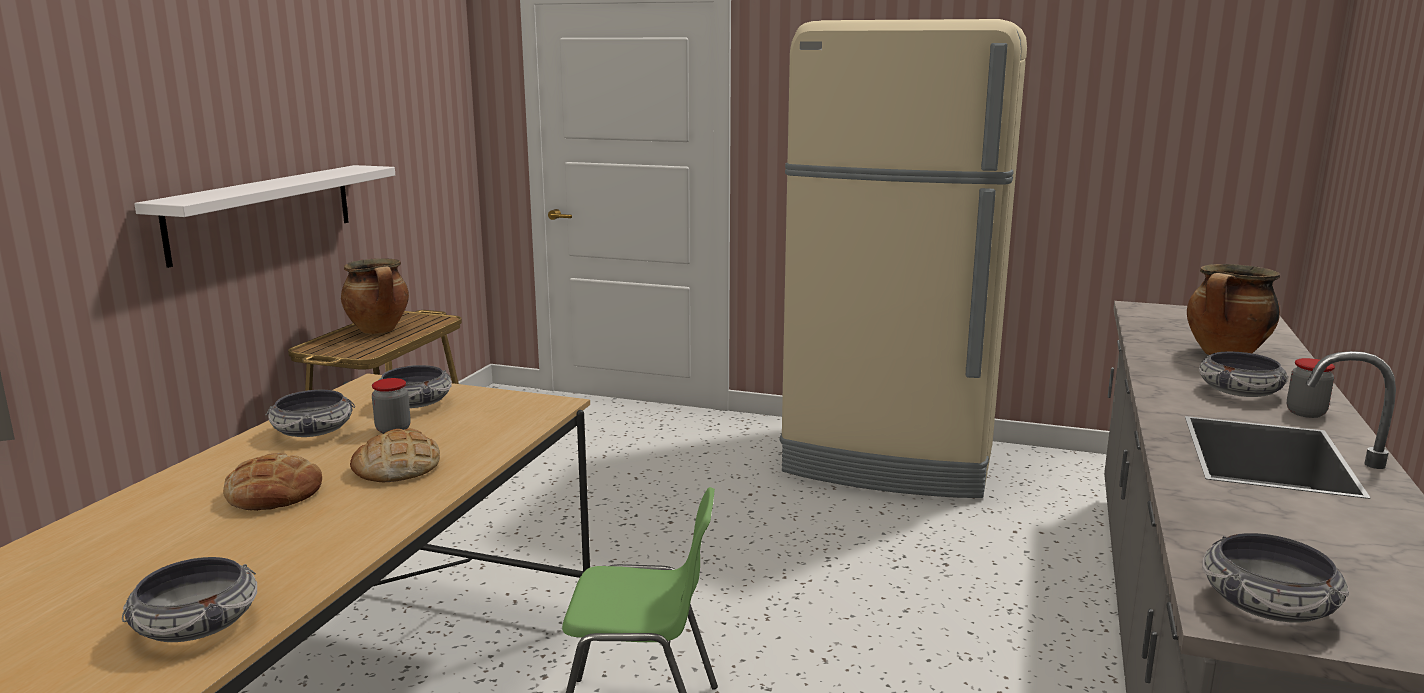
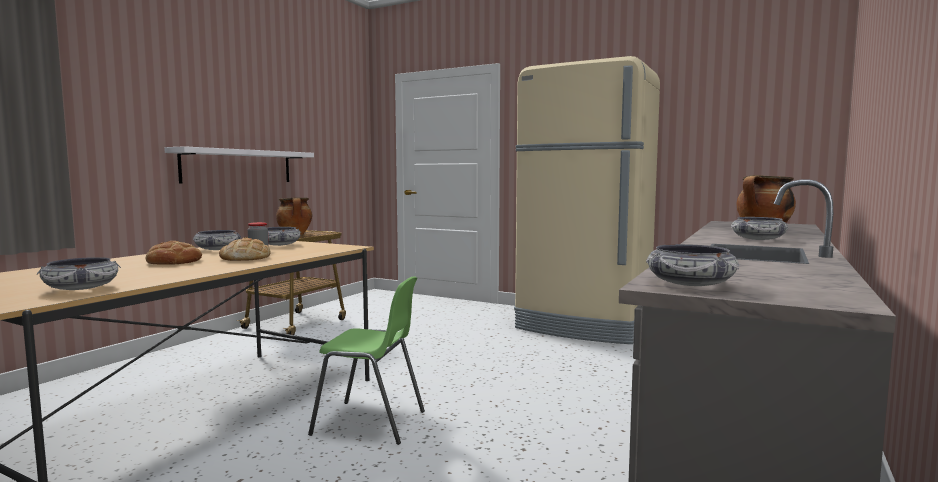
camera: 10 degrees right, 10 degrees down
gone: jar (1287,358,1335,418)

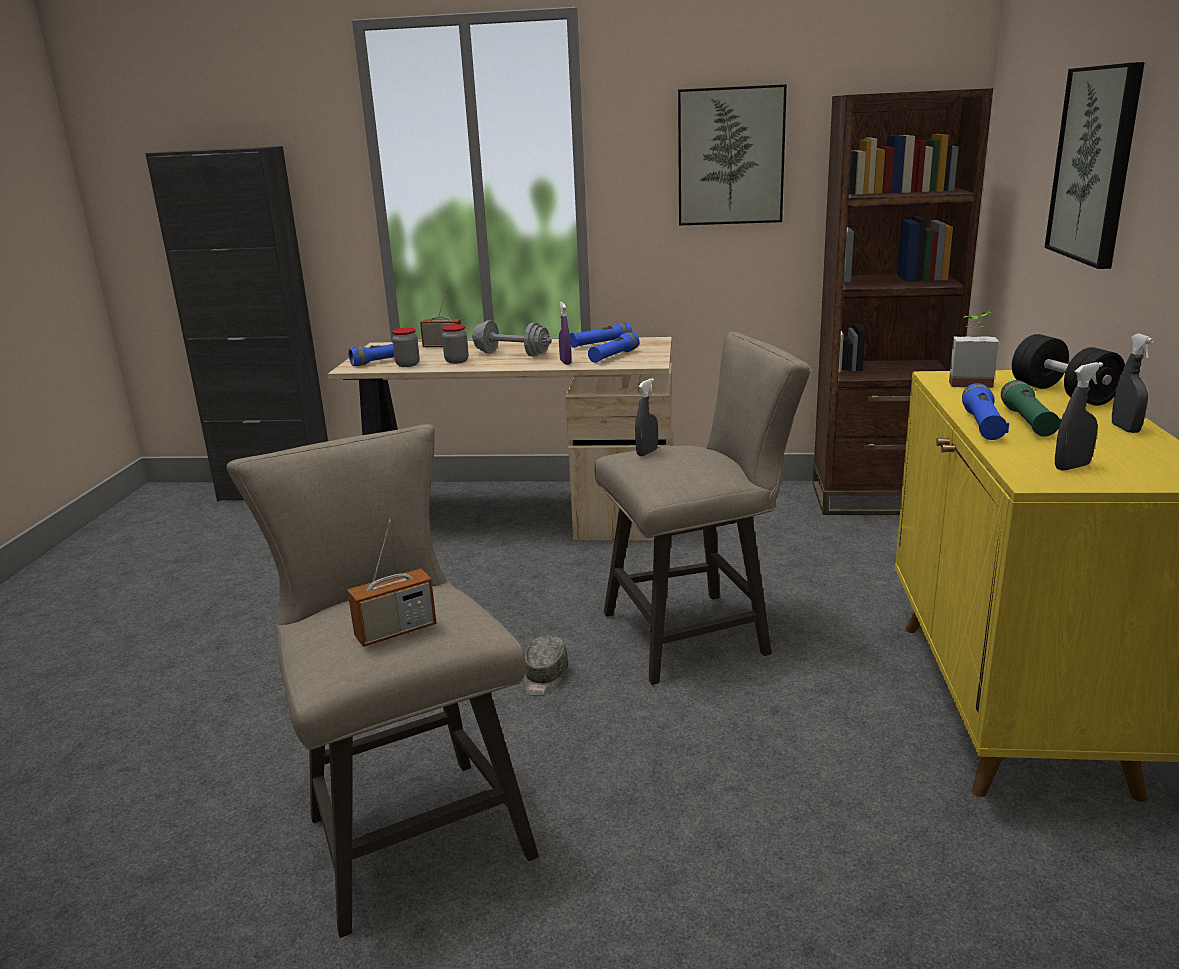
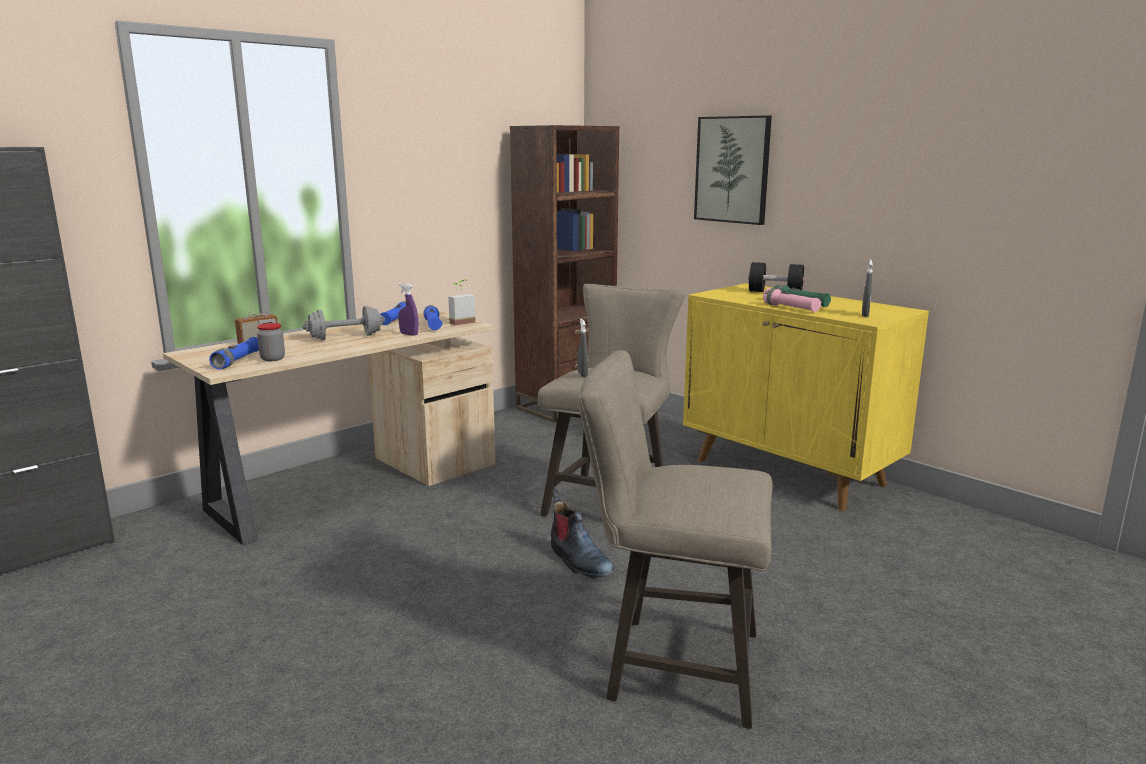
camera: 50 degrees left, 5 degrees down
gone: radio (347,520,437,647); jar (442,324,469,364); picture (678,84,787,226); grey spray bottle (1112,334,1154,433)
shifted: potted plant (949,312,999,388) to (448,279,476,326)
swapped: grey cap (523,635,568,696) to boot (551,489,614,579)
repainted: blue flashlight (962,383,1009,440) to pink flashlight (763,288,821,312)

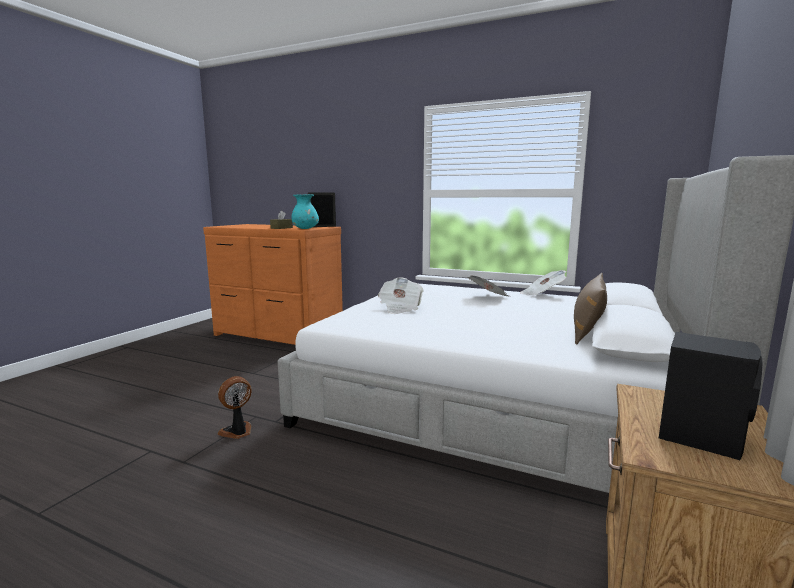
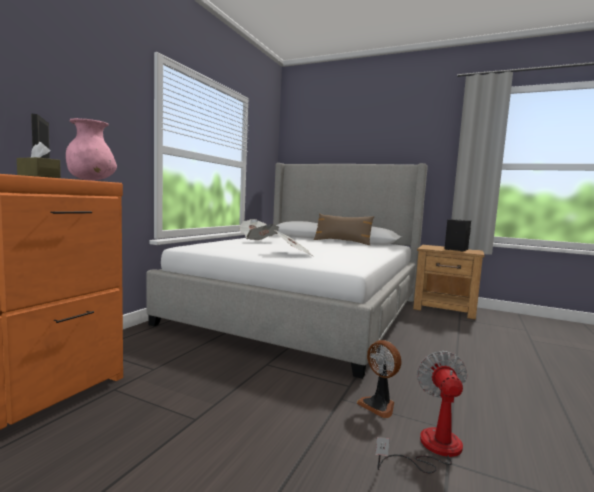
camera: 90 degrees left, 5 degrees down
new: fan (376,351,467,473)
repainted: turquoise vase (291,194,319,229) to pink vase (66,118,117,181)

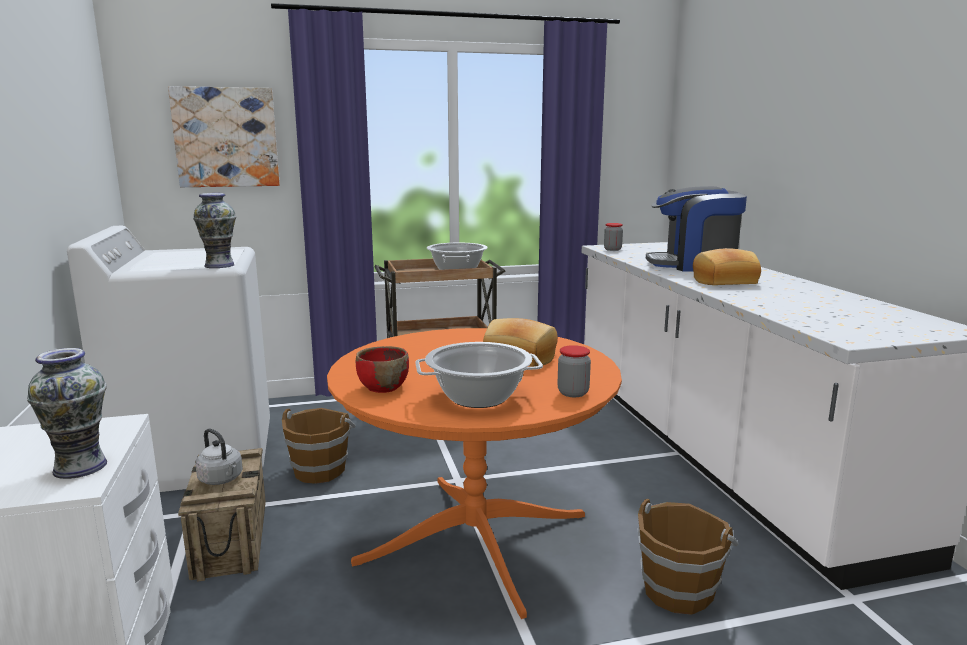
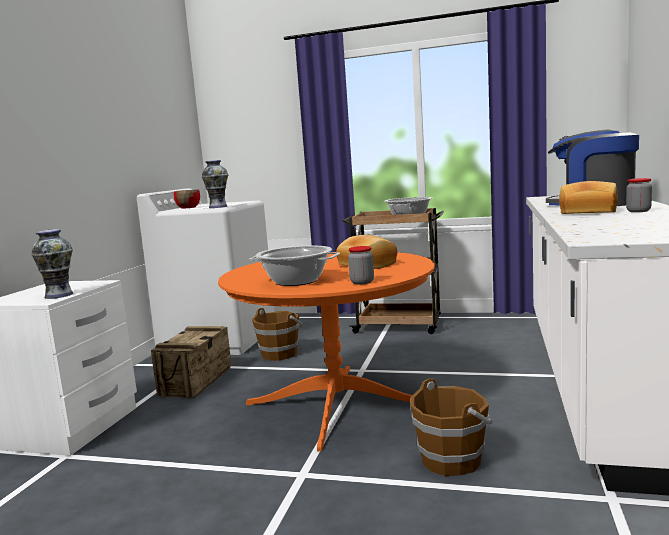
camera: 30 degrees right, 5 degrees down
gone: picture (168,86,280,187); grey kettle (195,429,243,485)
shifted: red bowl (356,346,409,393) to (174,189,200,209); jar (604,223,623,251) to (626,178,652,212)

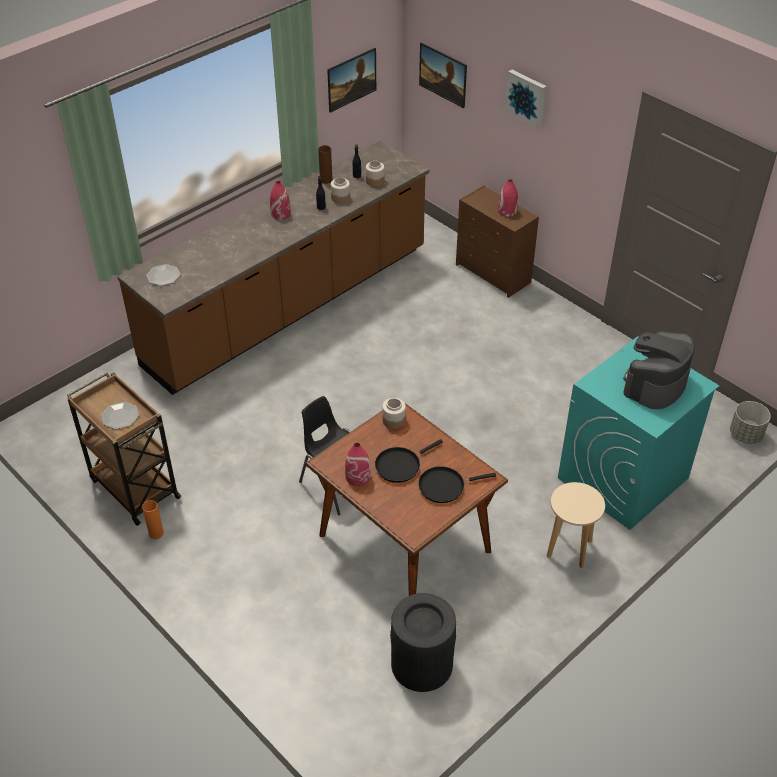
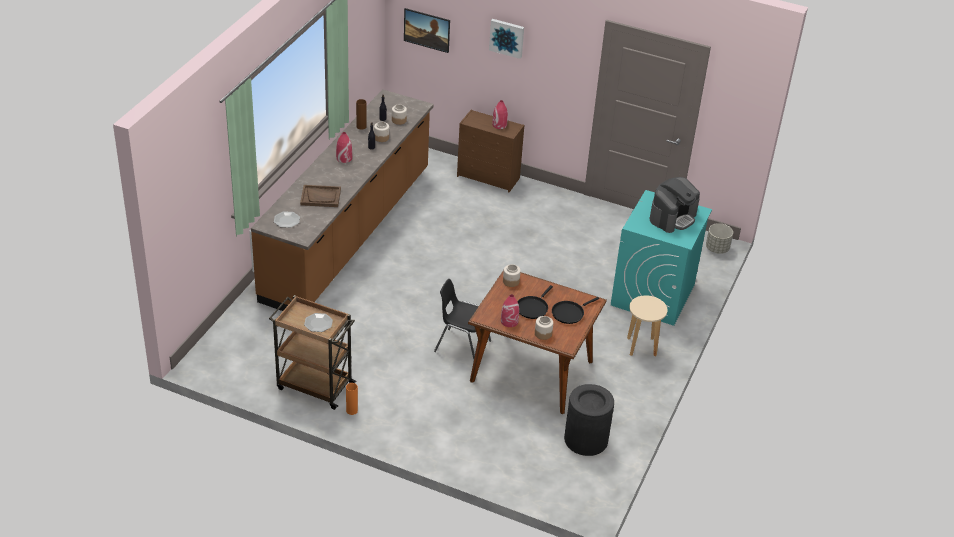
camera: 25 degrees left, 5 degrees down
gone: picture (327,48,376,113)
new: brown tray (300,185,341,207); jar (535,316,553,340)
rotated: coffee machine (623,331,695,409) = (650,177,700,233) 150 degrees counterclockwise

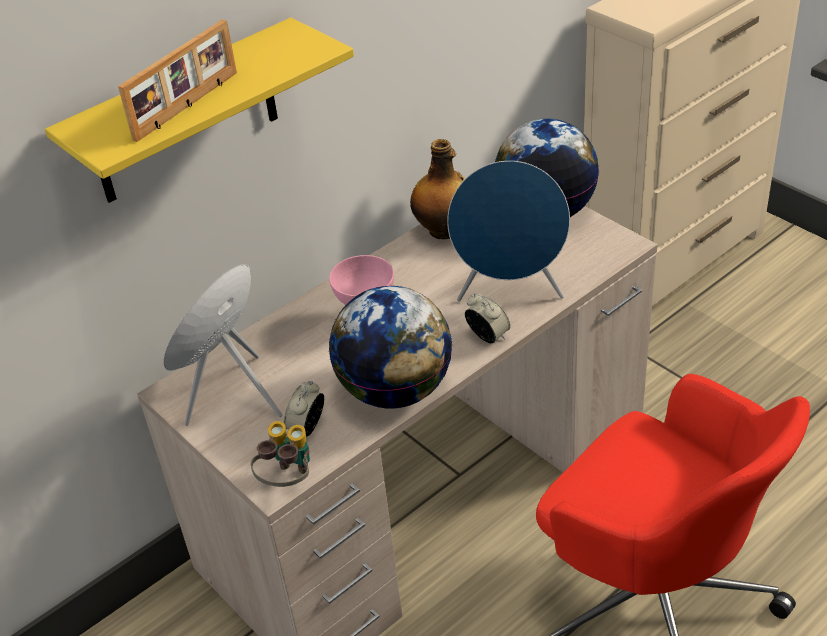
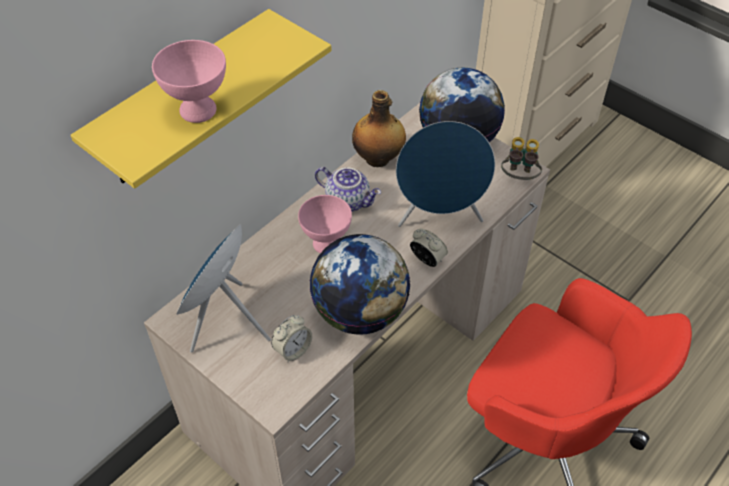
camera: 10 degrees left, 10 degrees up
new: teapot (315,167,381,212)
shifted: binoculars (251,421,310,487) to (501,137,542,180)
swapped: picture frame (118,20,237,142) to pink bowl (152,40,226,123)
rotated: alarm clock (283,381,324,436) = (271,315,312,362) 150 degrees counterclockwise

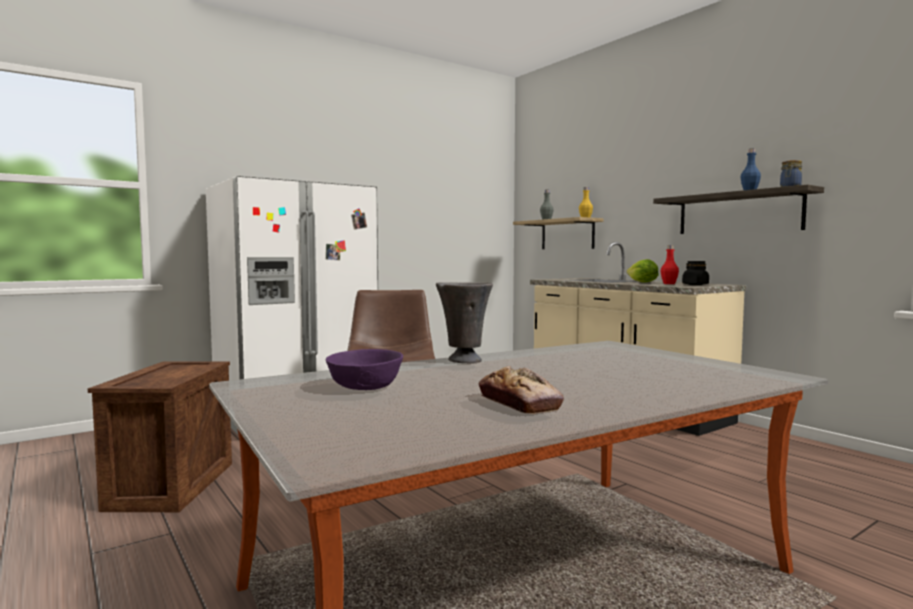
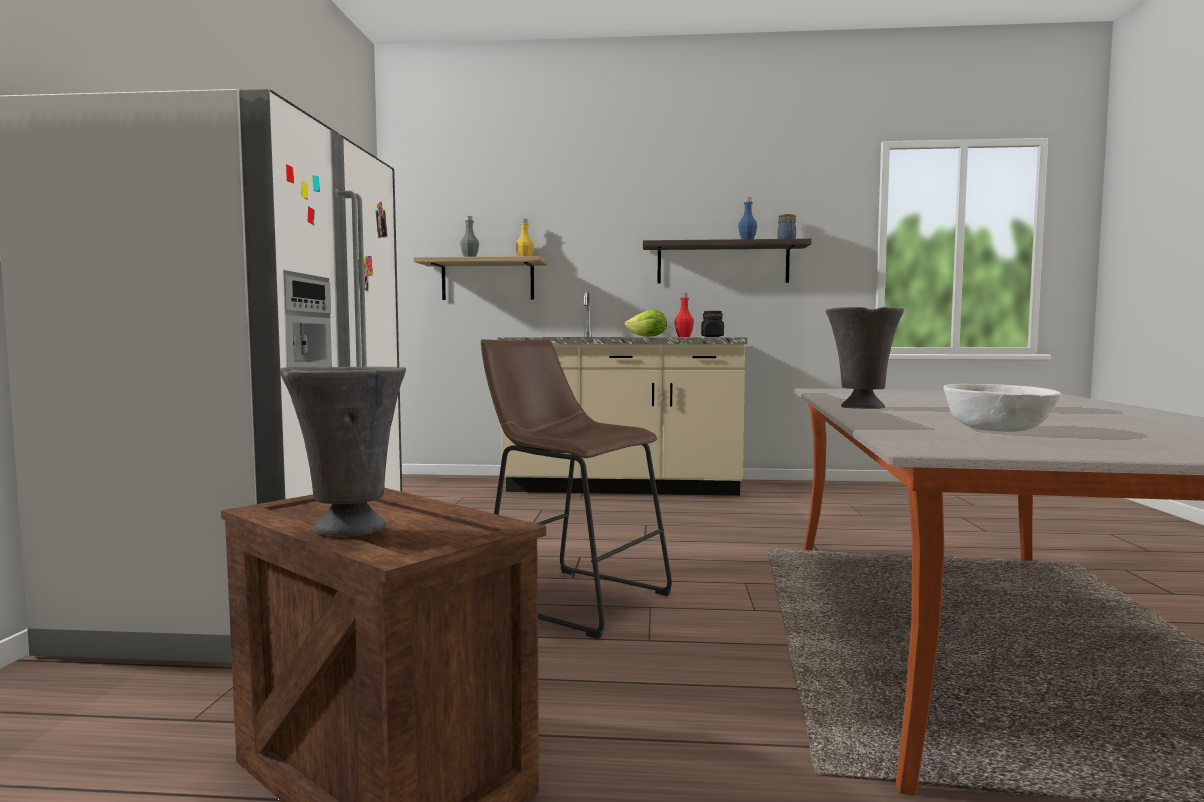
camera: 50 degrees left, 0 degrees up
gone: bread (479,366,564,414)
new: grey vase (280,366,406,536)
repainted: purple bowl (326,349,403,390) to white bowl (943,384,1061,432)

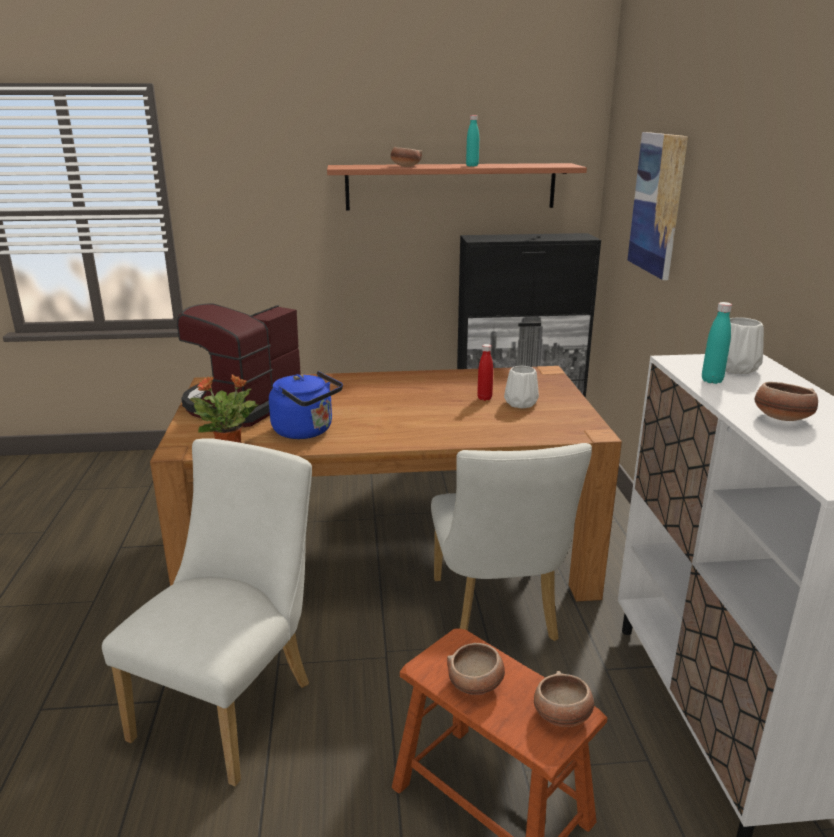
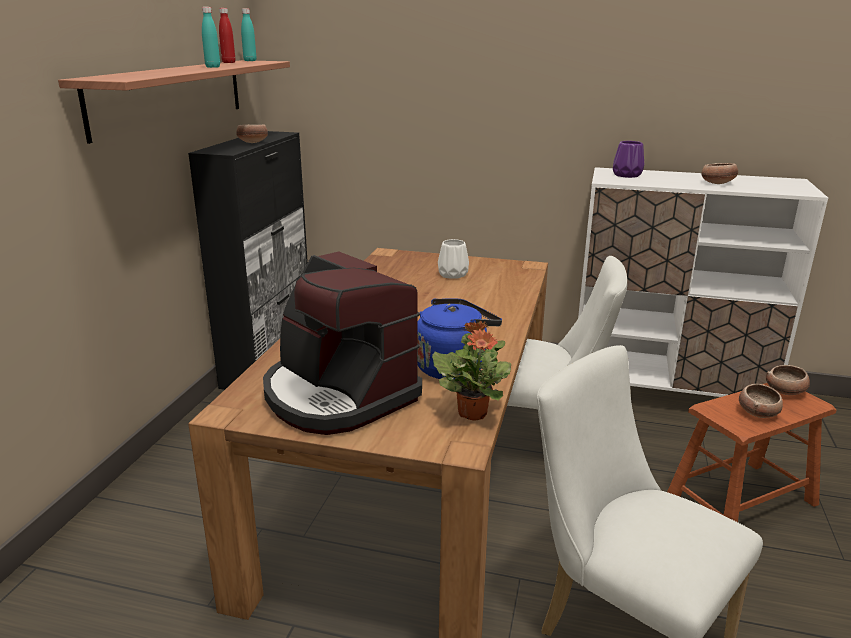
camera: 70 degrees left, 0 degrees up
gone: picture (627,132,688,280)
shifted: bowl (390,147,422,167) to (236,125,268,143); red bottle (477,344,493,401) to (219,8,235,63); turquoise bottle (702,302,732,384) to (241,8,257,61)
repainted: white vase (725,317,764,374) to purple vase (613,141,644,178)

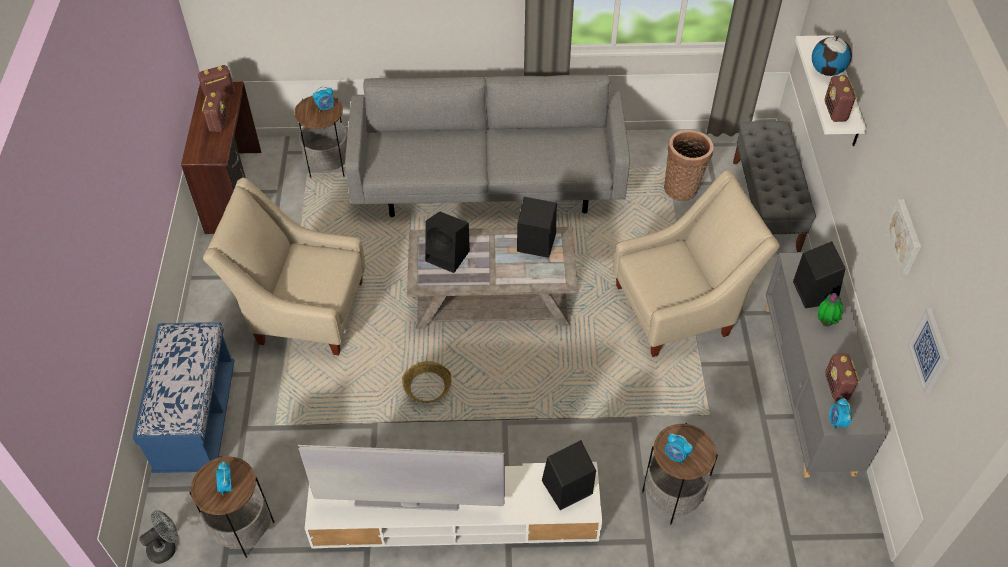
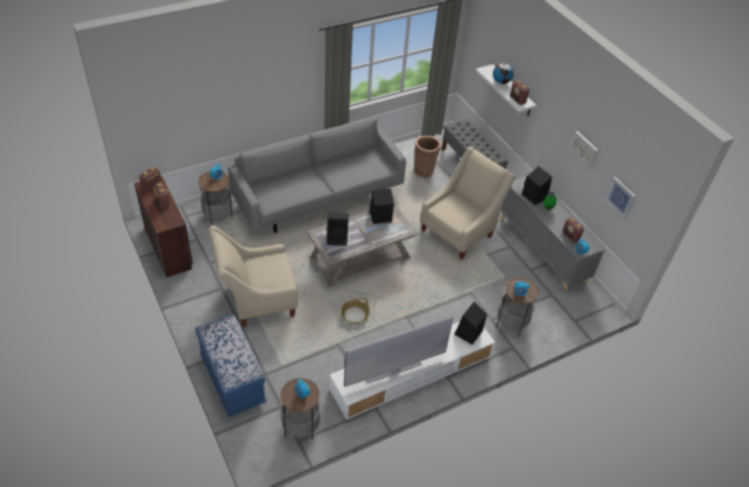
camera: 30 degrees left, 5 degrees down
gone: grey fan (139,510,178,564)

